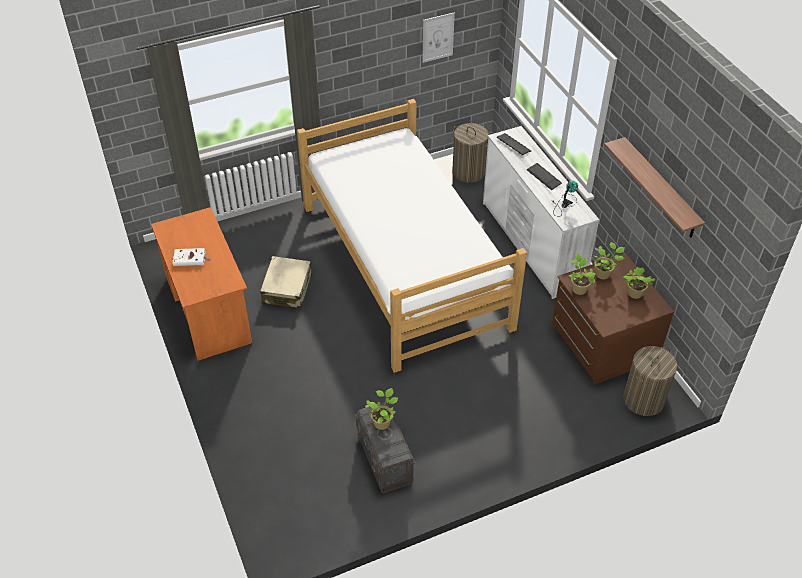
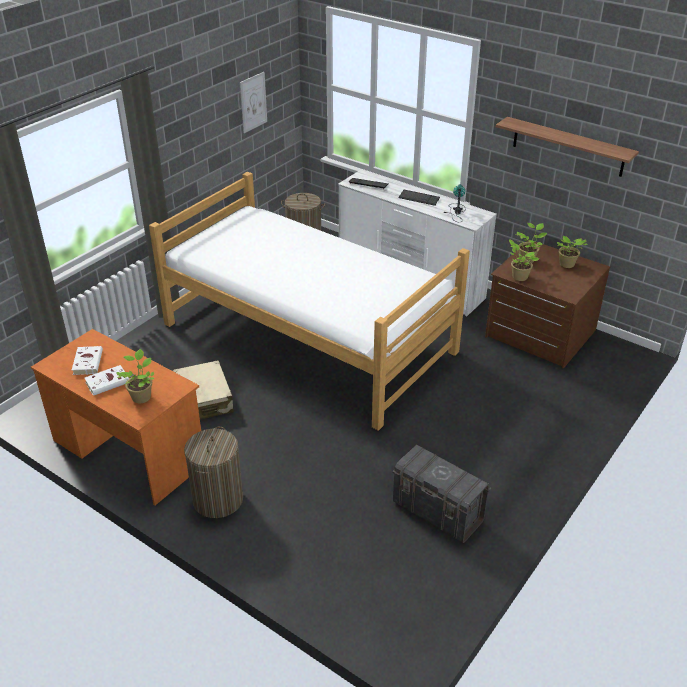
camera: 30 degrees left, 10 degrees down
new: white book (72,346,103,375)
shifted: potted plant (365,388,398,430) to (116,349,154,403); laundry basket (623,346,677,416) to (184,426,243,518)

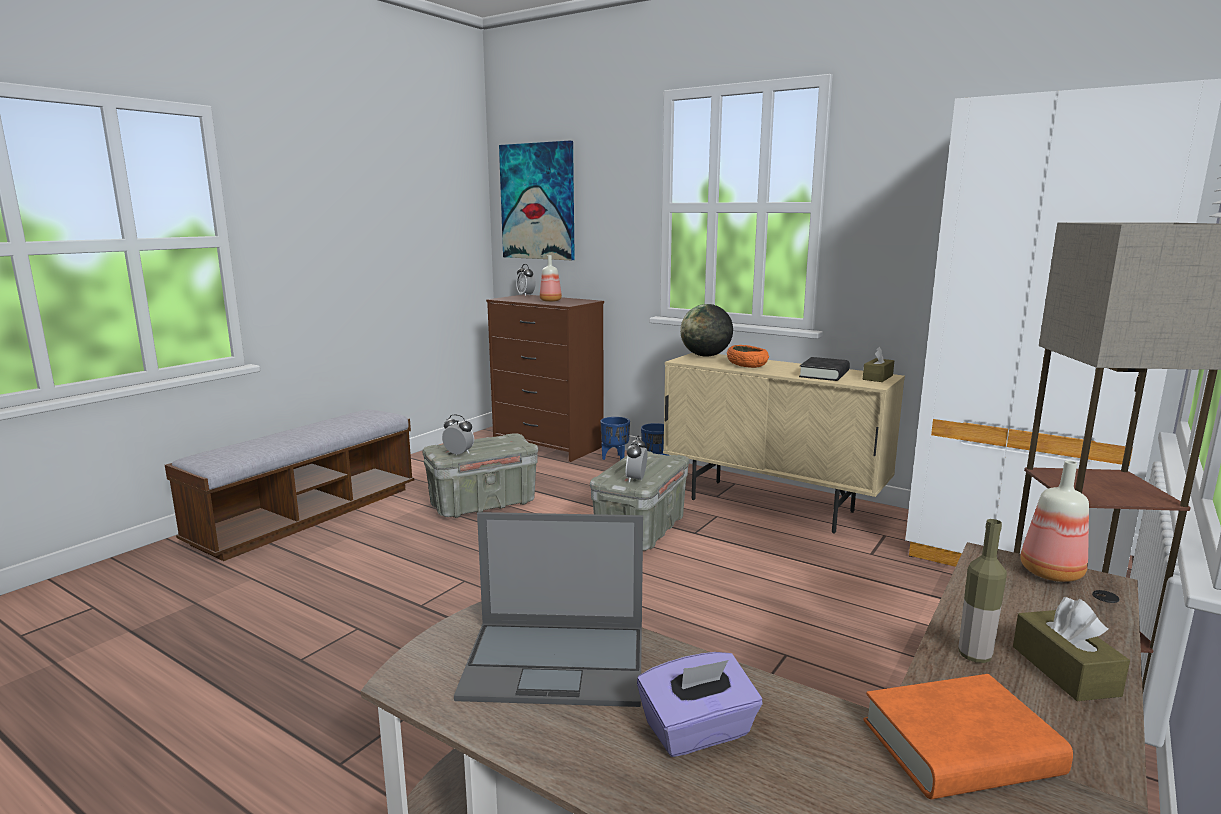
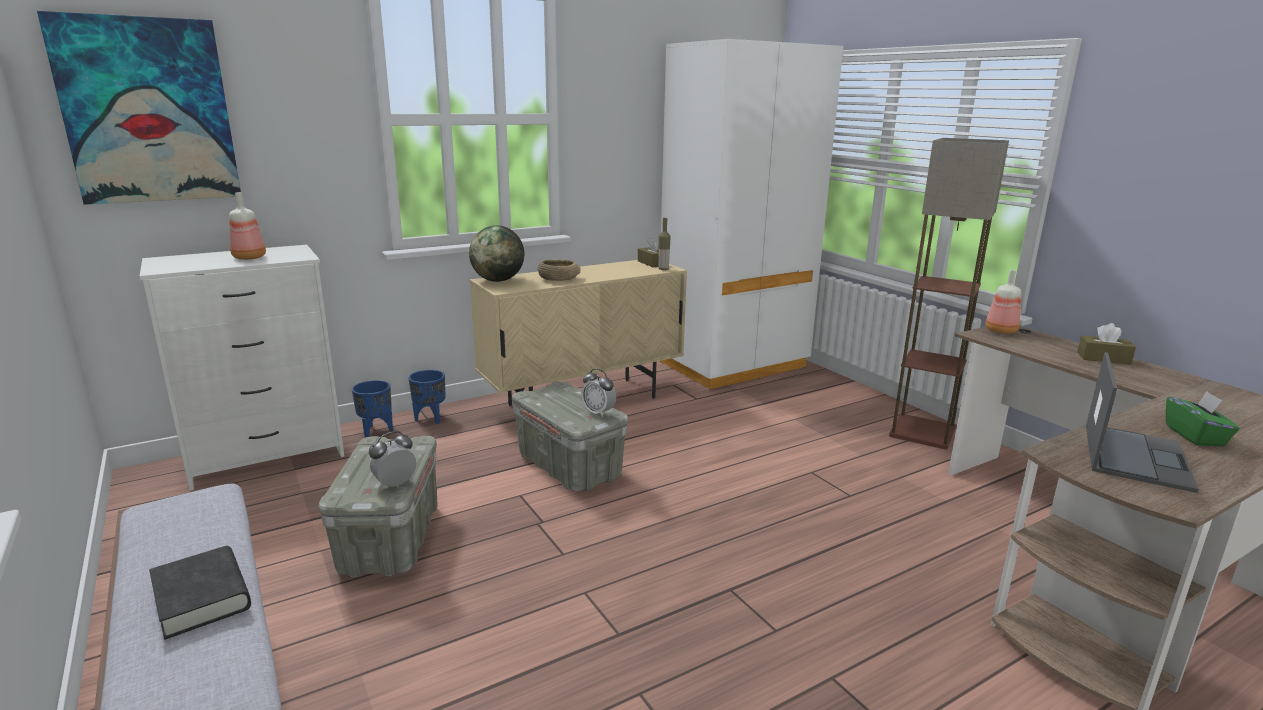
camera: 65 degrees left, 5 degrees up
gone: alarm clock (516,264,535,296); orange book (864,674,1073,799)
shifted: black book (799,357,850,381) to (149,546,251,640); bottle (958,519,1007,663) to (658,218,670,270)
repainted: brown dresser (486,294,604,462) to white dresser (140,245,345,491); purple tissue box (637,652,763,757) to green tissue box (1166,391,1240,446); orange bowl (727,345,769,368) to beige bowl (537,260,581,281)

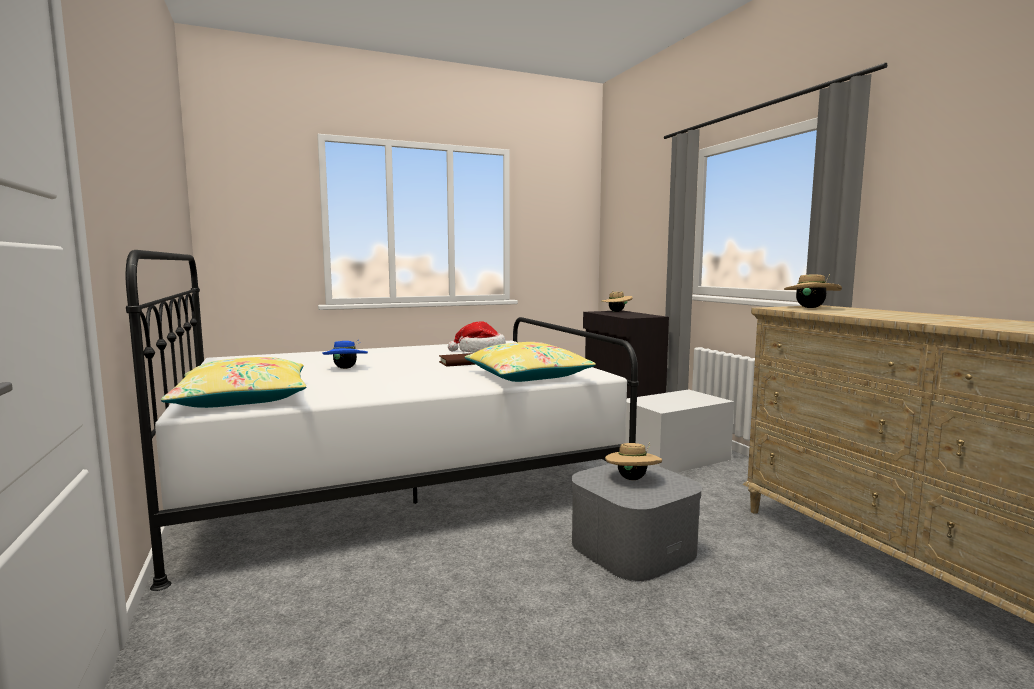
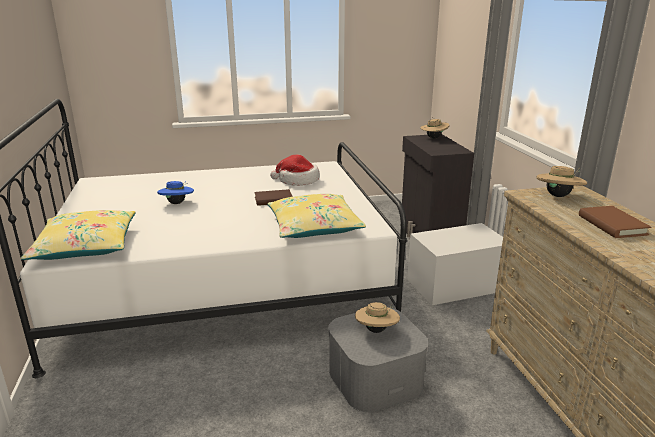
camera: 10 degrees right, 15 degrees up
new: brown book (579,206,651,238)

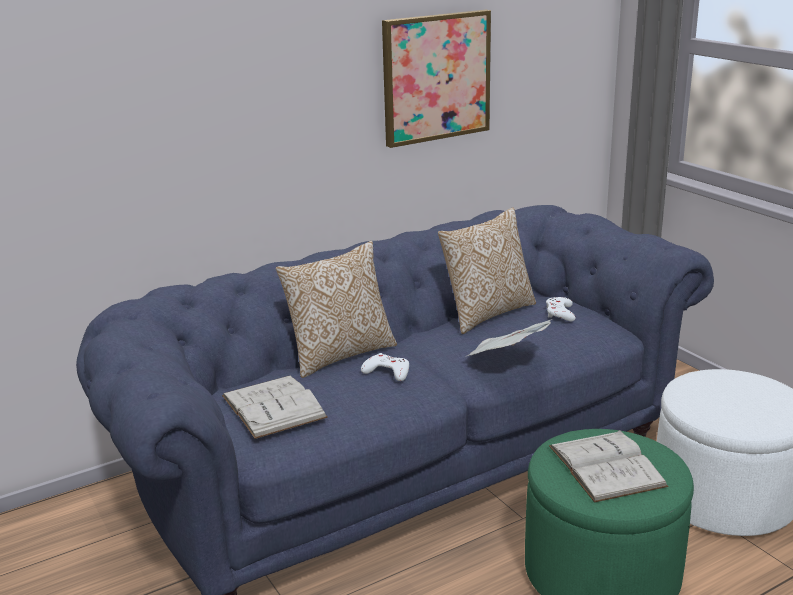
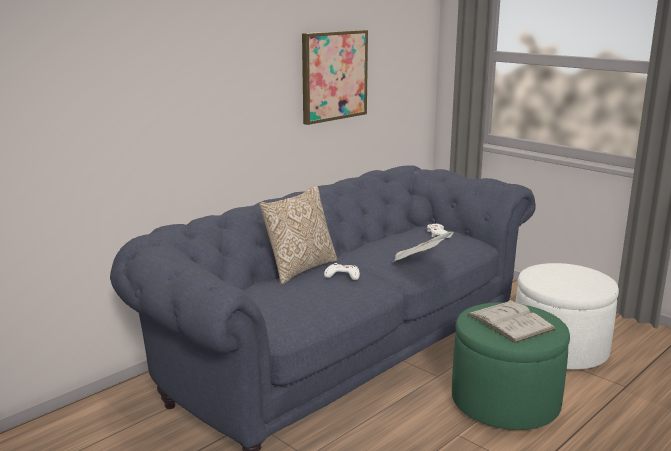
camera: 15 degrees left, 5 degrees down
gone: white book (222,376,328,439); pillow (438,207,536,334)

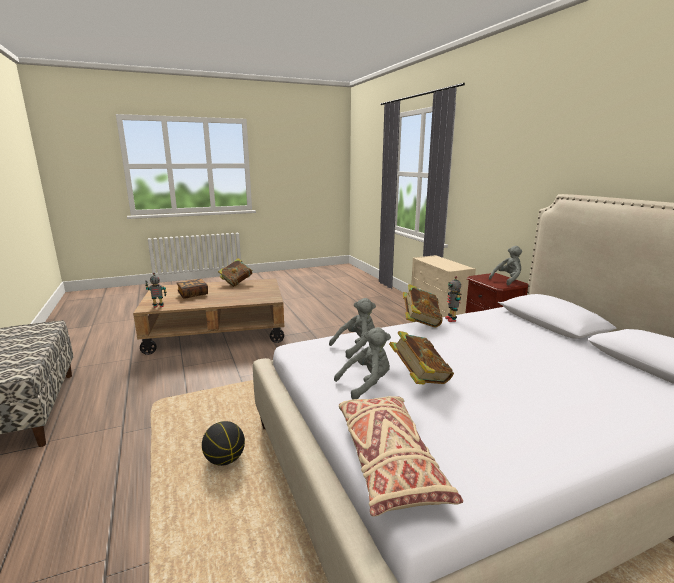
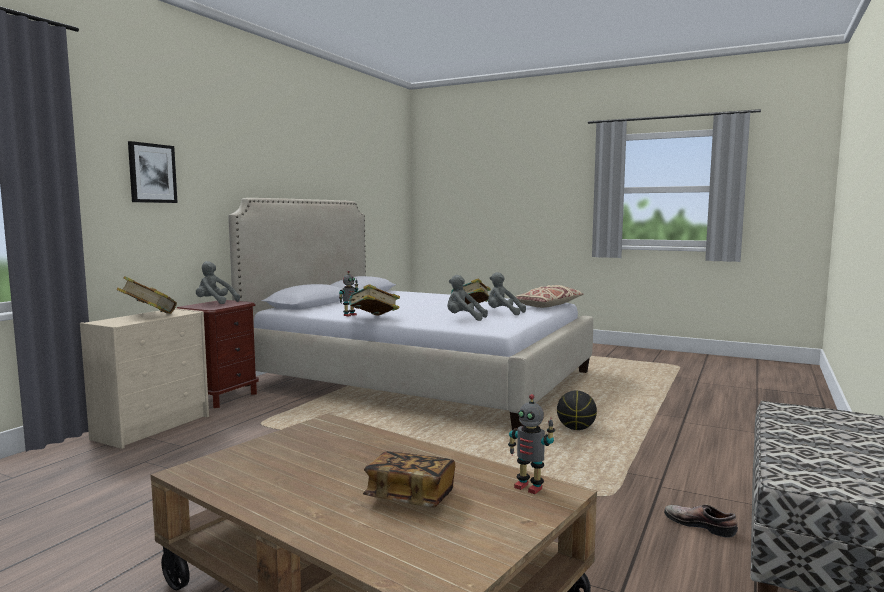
camera: 130 degrees left, 10 degrees down
new: picture (128,141,178,203); shoe (664,504,738,538)
shifted: book (218,258,252,287) to (117,276,177,314)

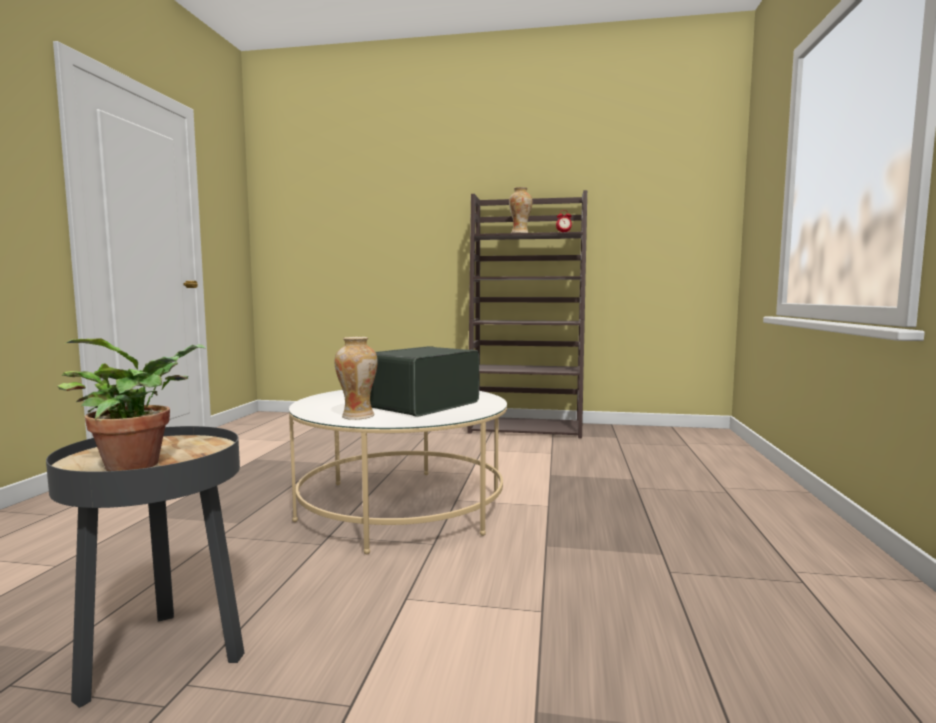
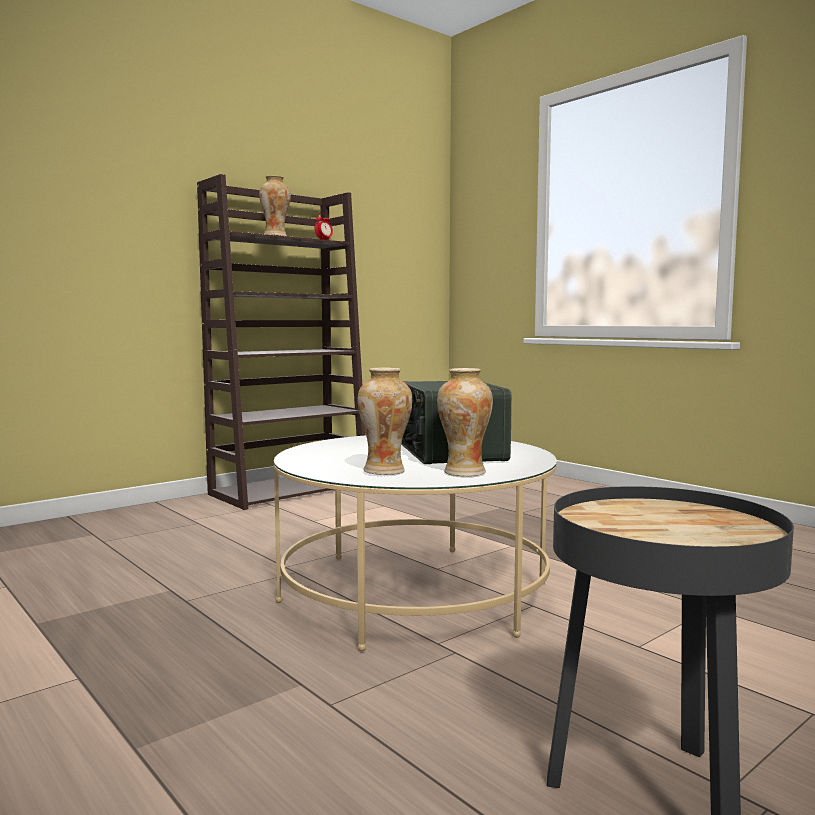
camera: 50 degrees left, 0 degrees up
gone: potted plant (57,338,207,471)
new: vase (358,368,413,475)

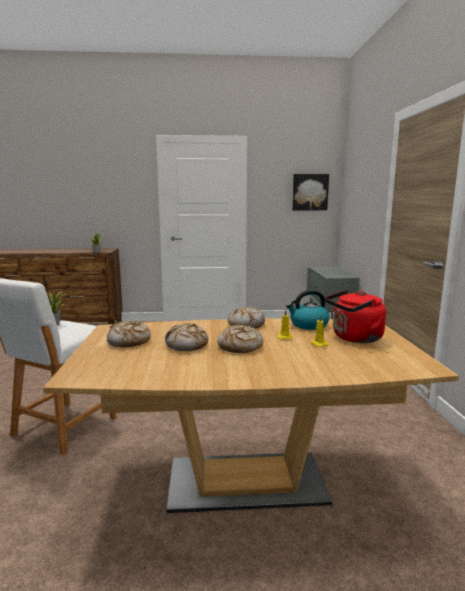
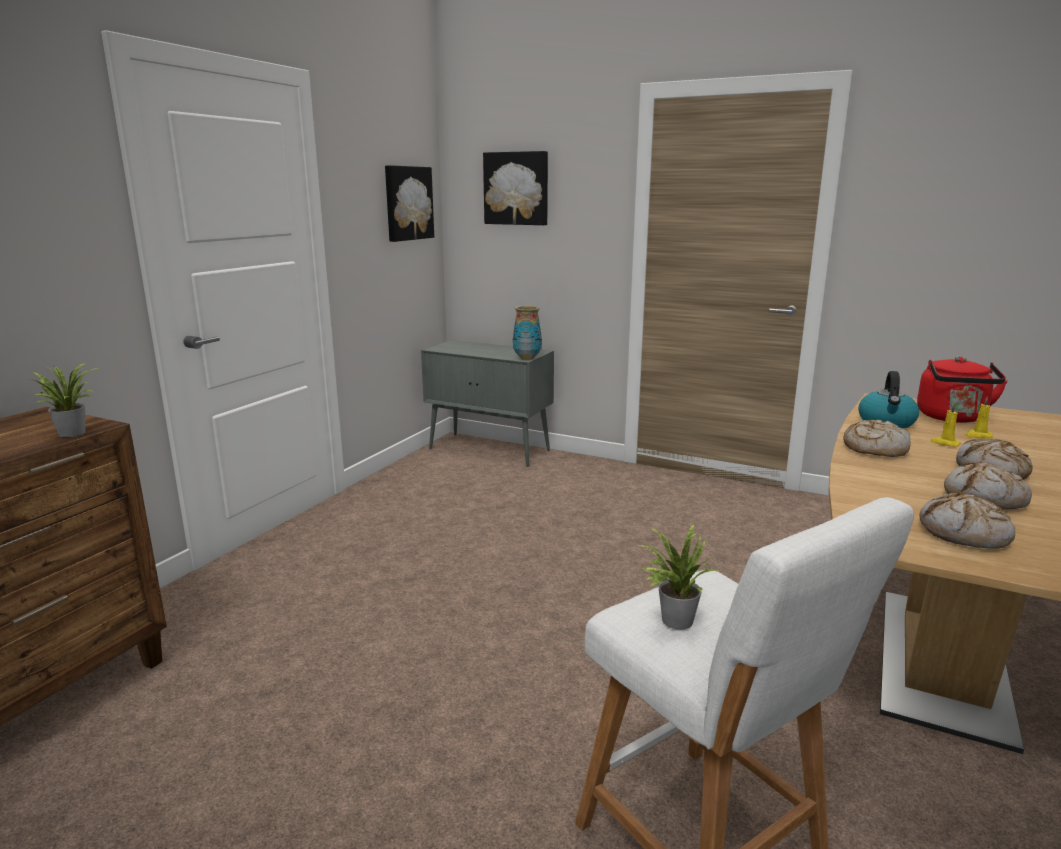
camera: 60 degrees left, 5 degrees up
new: picture (483,151,548,225); vase (513,305,542,360)

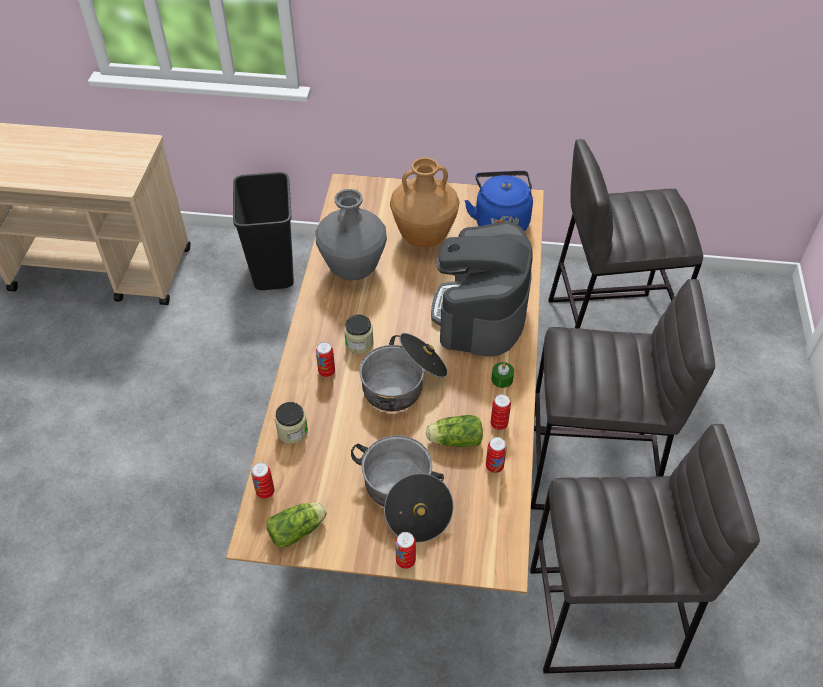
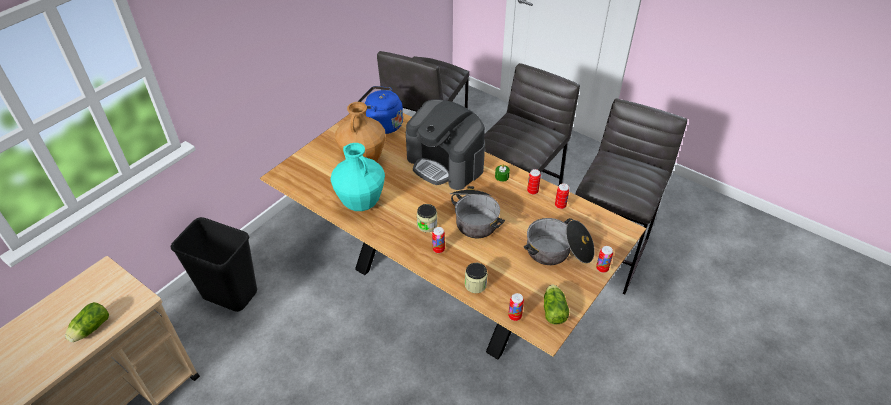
camera: 60 degrees left, 5 degrees down
shifted: lettuce (426,415,483,447) to (65,302,109,342)
repainted: grey vase (315,189,387,281) to turquoise vase (330,143,385,211)

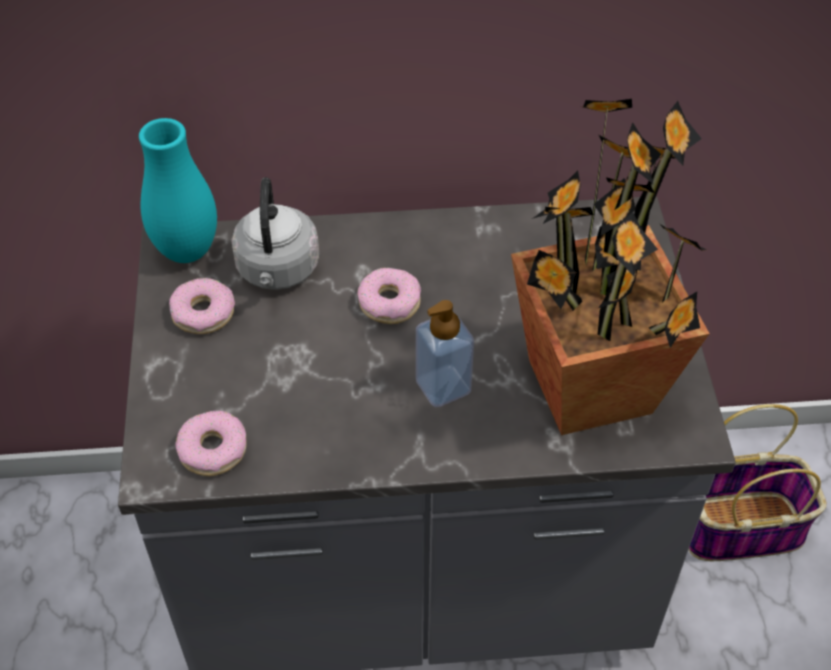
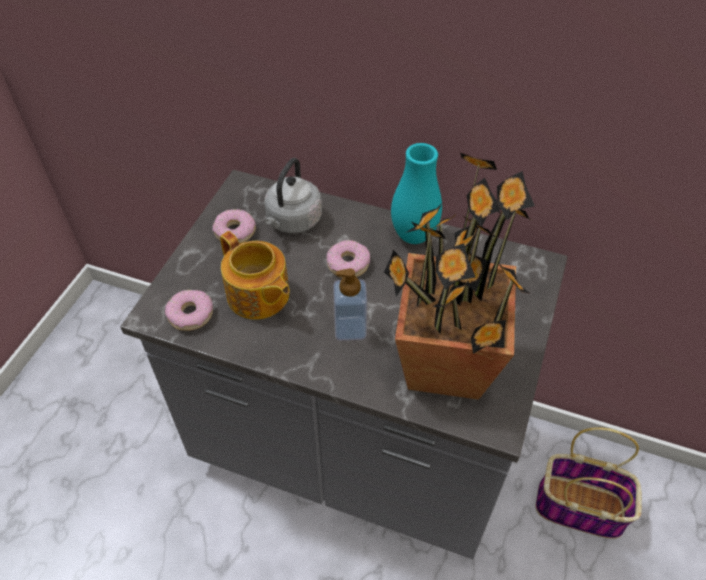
camera: 25 degrees right, 0 degrees up
new: teapot (220,231,290,320)
shifted: turquoise vase (139,118,217,263) to (391,143,442,244)

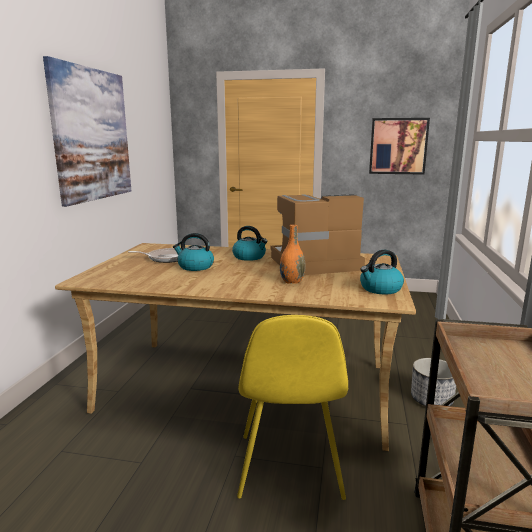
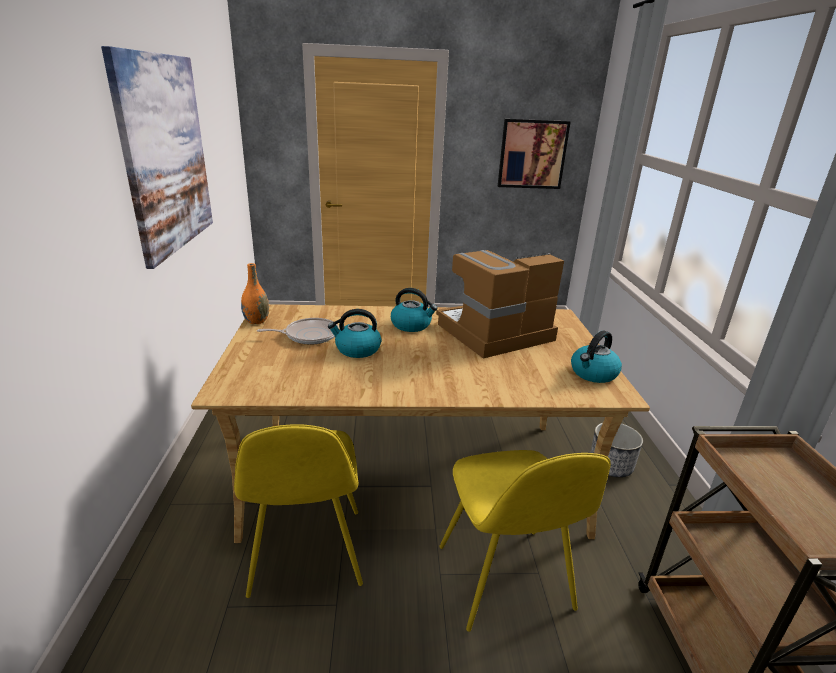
camera: 15 degrees left, 10 degrees up
new: yellow chair (234,424,363,598)
shifted: orange vase (280,225,306,284) to (241,263,269,324)

